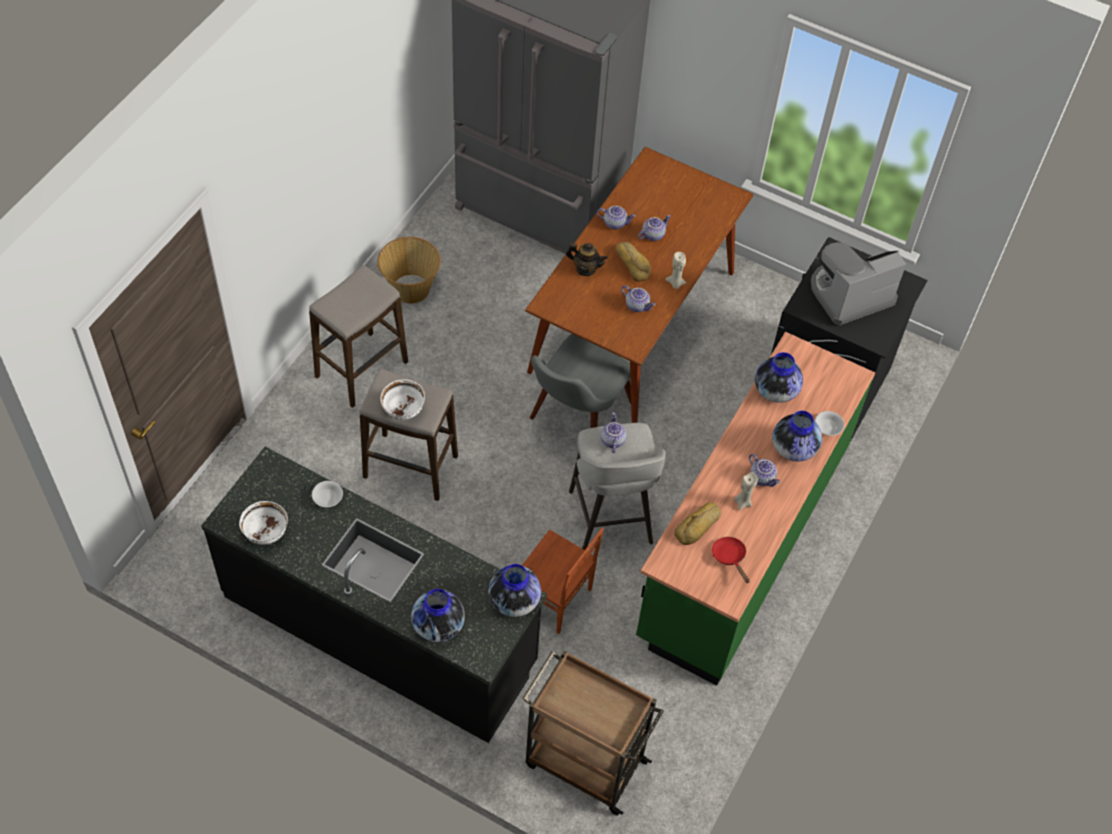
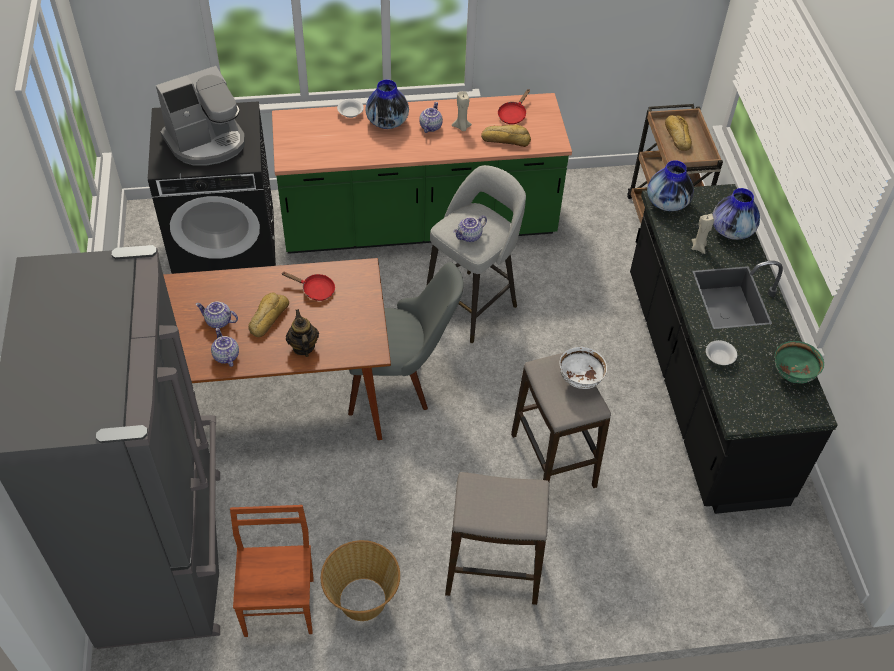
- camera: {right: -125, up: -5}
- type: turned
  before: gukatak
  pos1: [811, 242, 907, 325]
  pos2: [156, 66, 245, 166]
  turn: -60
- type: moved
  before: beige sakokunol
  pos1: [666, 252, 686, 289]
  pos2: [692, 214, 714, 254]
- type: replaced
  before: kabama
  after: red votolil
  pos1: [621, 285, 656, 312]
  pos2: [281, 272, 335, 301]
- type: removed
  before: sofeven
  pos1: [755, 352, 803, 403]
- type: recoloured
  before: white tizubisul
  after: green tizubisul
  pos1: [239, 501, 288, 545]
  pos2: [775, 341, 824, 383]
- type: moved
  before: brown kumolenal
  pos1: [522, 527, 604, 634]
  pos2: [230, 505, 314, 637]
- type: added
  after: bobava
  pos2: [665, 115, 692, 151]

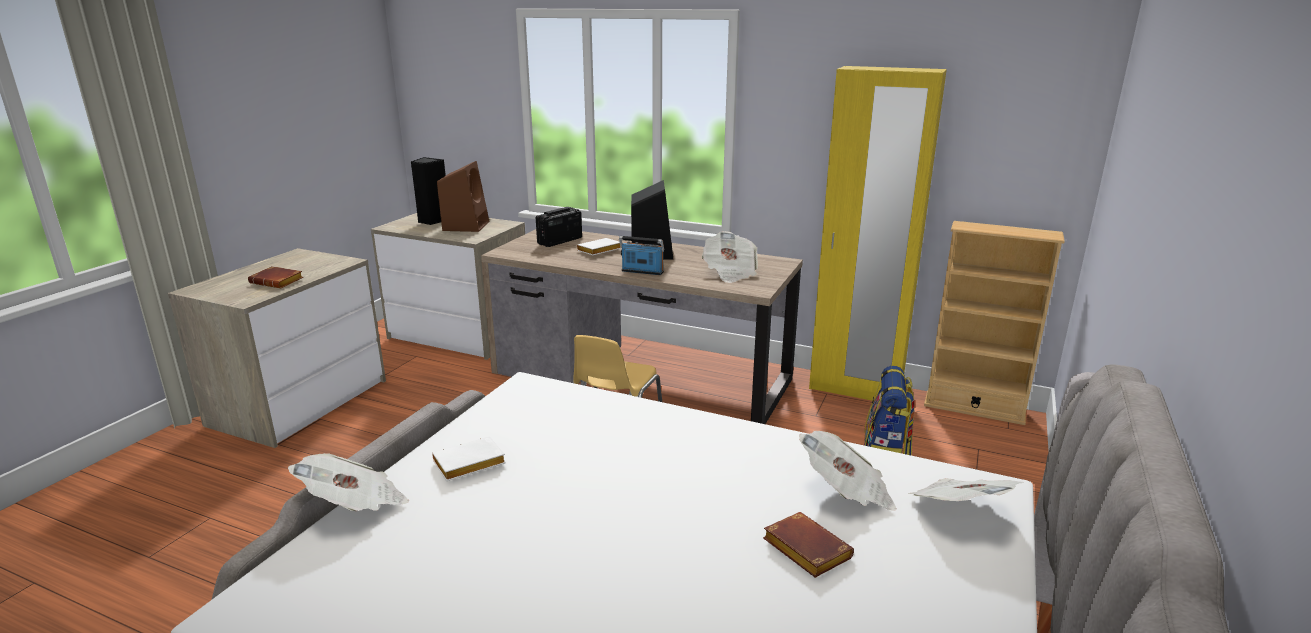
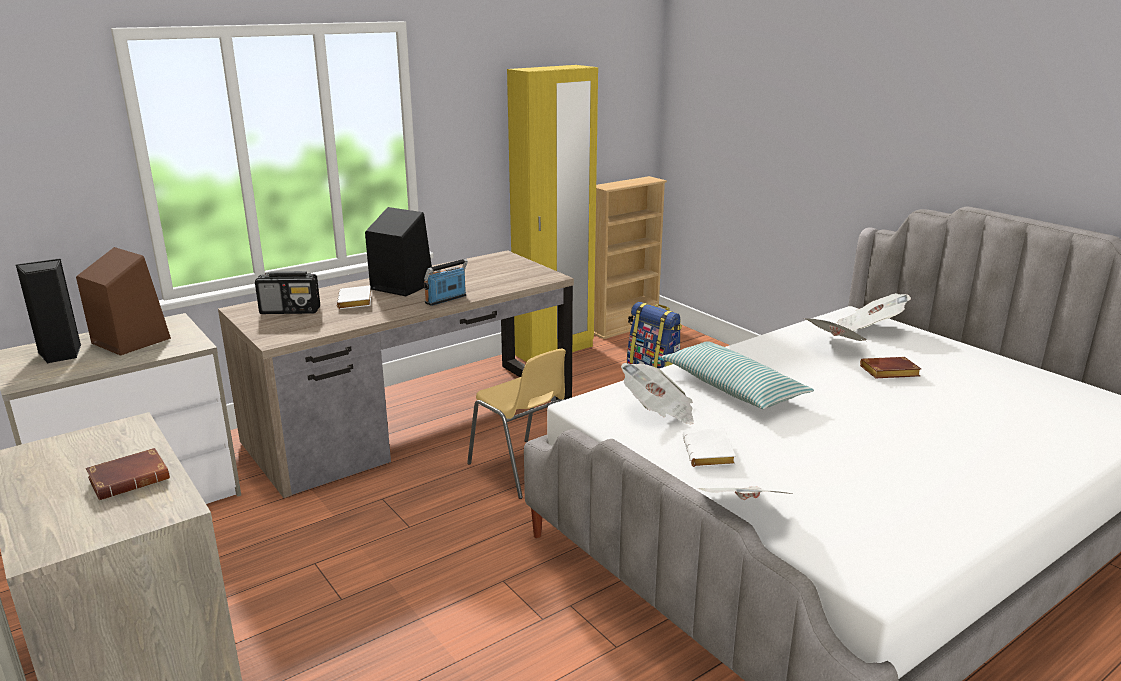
- camera: {right: -60, up: 0}
- type: turned
  before: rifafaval
  pos1: [536, 207, 582, 247]
  pos2: [255, 271, 320, 314]
  turn: -75
- type: moved
  before: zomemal
  pos1: [702, 231, 758, 283]
  pos2: [621, 363, 694, 424]
- type: added
  after: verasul
  pos2: [661, 341, 814, 409]

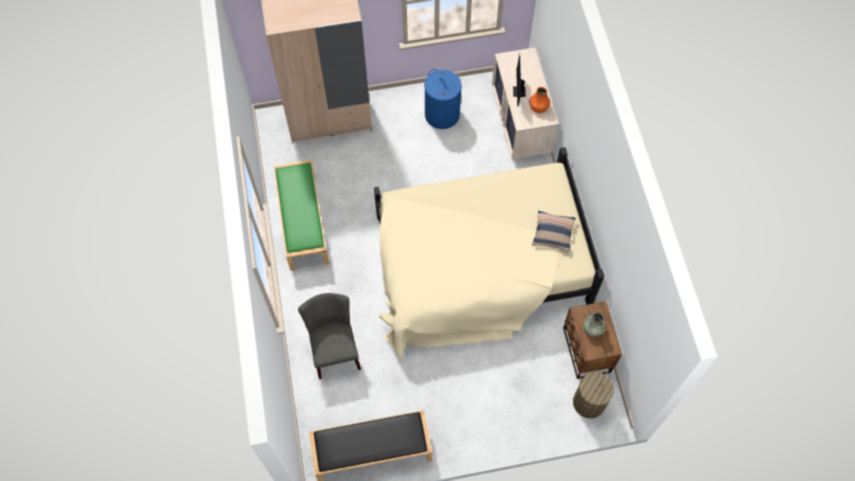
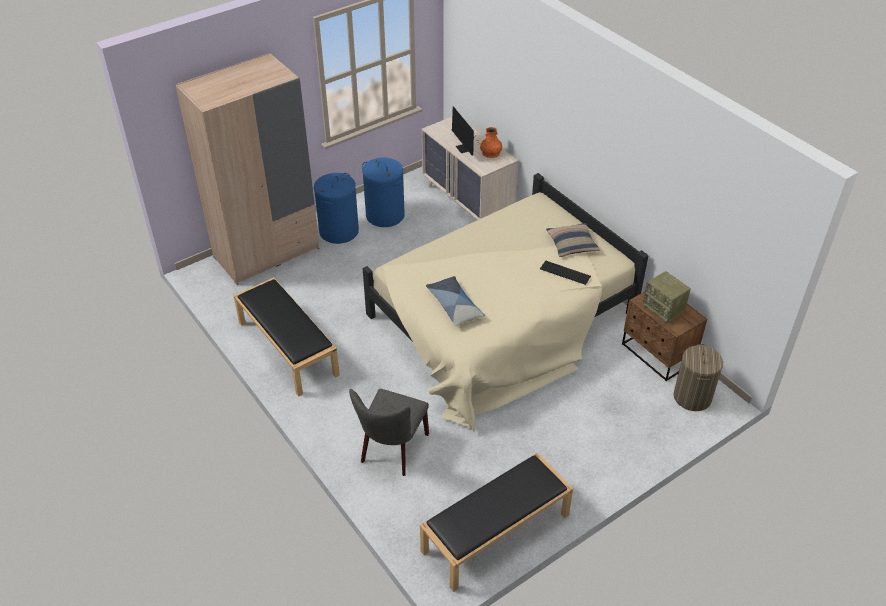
- camera: {right: -25, up: -20}
- type: recoloured
  before: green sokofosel
  after: black sokofosel
  pos1: [273, 160, 329, 271]
  pos2: [233, 278, 340, 396]
- type: turned
  before: grey kumolenal
  pos1: [298, 293, 361, 379]
  pos2: [349, 389, 429, 476]
  turn: -120
- type: replaced
  before: grey sofeven
  after: rifafaval
  pos1: [583, 312, 606, 337]
  pos2: [643, 271, 691, 323]
- type: added
  after: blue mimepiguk
  pos2: [314, 173, 359, 244]
- type: added
  after: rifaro
  pos2: [540, 261, 591, 285]
- type: added
  after: verasul
  pos2: [426, 276, 485, 327]

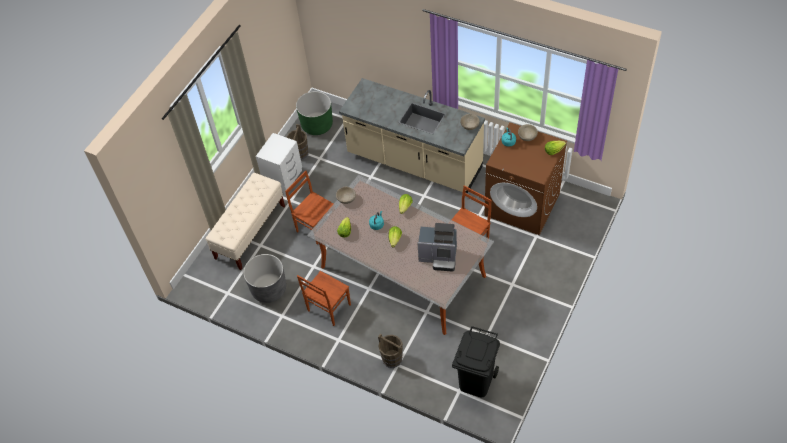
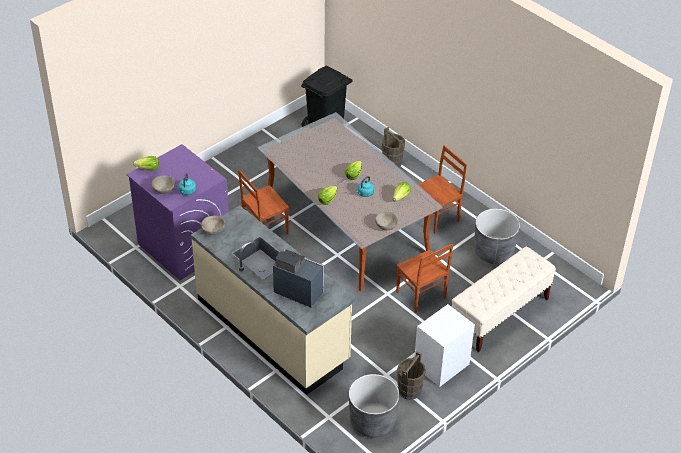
- camera: {right: -165, up: -10}
- type: recoloured
  before: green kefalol
  after: grey kefalol
  pos1: [296, 91, 333, 135]
  pos2: [349, 374, 399, 438]
- type: recoloured
  before: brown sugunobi
  after: purple sugunobi
  pos1: [484, 122, 567, 235]
  pos2: [126, 144, 229, 280]
- type: moved
  before: gukatak
  pos1: [417, 223, 457, 271]
  pos2: [273, 250, 324, 307]

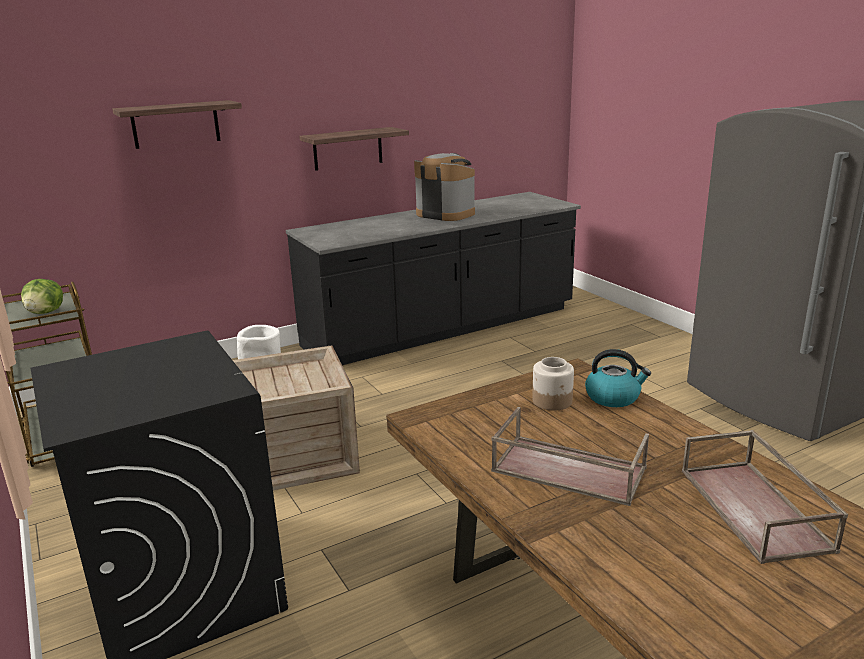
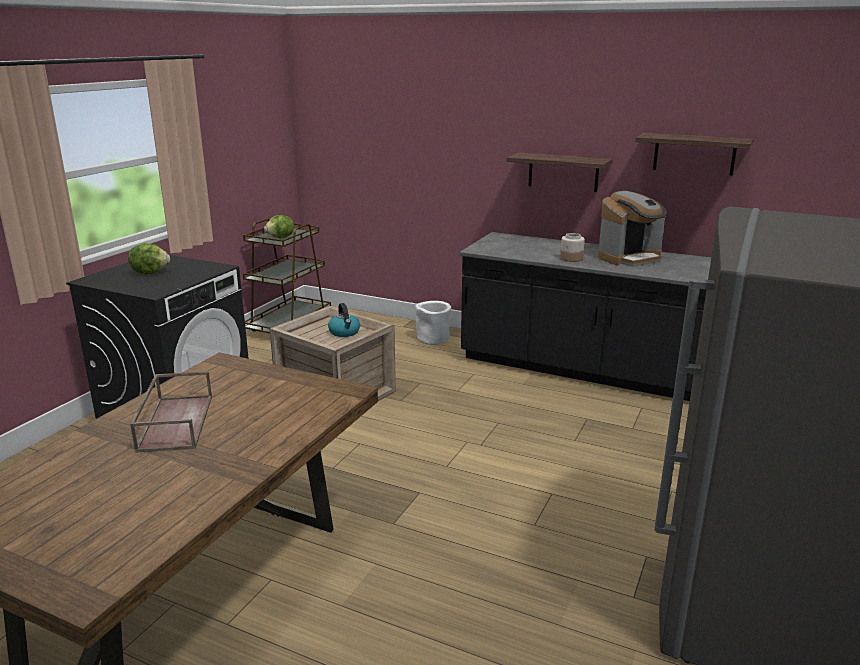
- camera: {right: 55, up: 0}
- type: moved
  before: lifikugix
  pos1: [112, 100, 242, 149]
  pos2: [635, 133, 753, 175]
- type: turned
  before: gukatak
  pos1: [414, 153, 475, 221]
  pos2: [598, 191, 667, 267]
  turn: 60
- type: moved
  before: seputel
  pos1: [585, 349, 651, 407]
  pos2: [328, 303, 360, 337]
- type: moved
  before: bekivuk
  pos1: [532, 357, 574, 410]
  pos2: [560, 233, 585, 262]
- type: removed
  before: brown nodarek
  pos1: [682, 430, 848, 564]
- type: added
  after: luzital
  pos2: [128, 243, 170, 275]

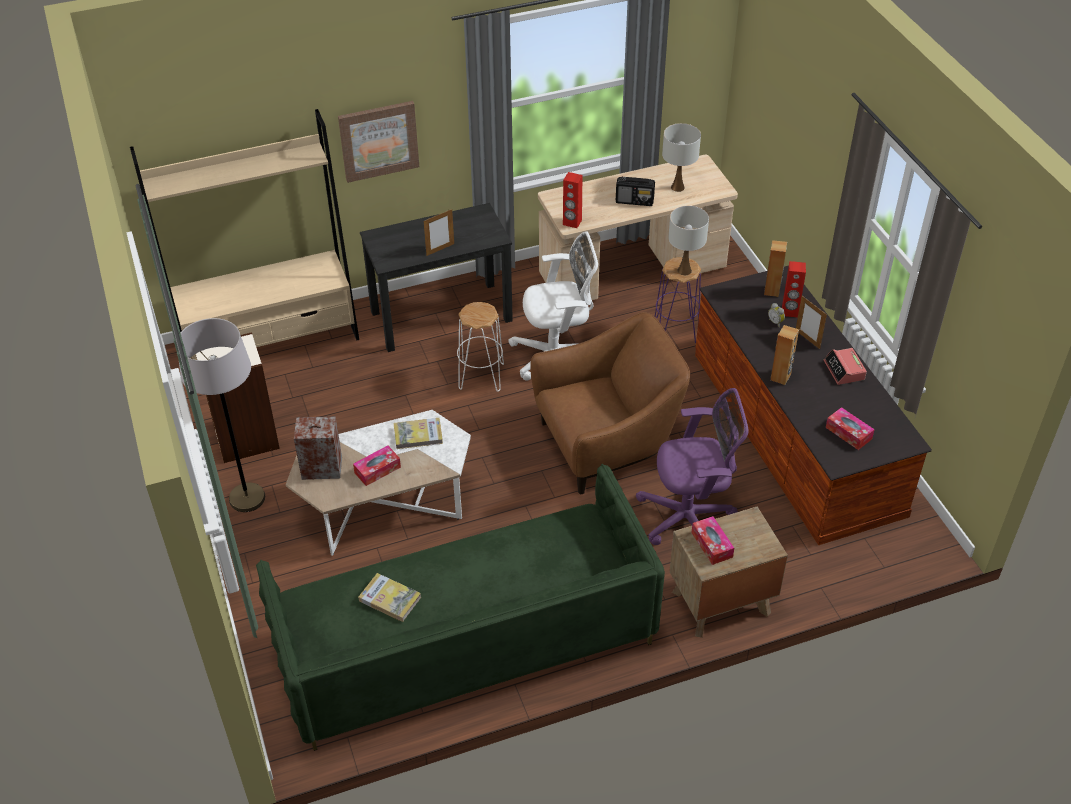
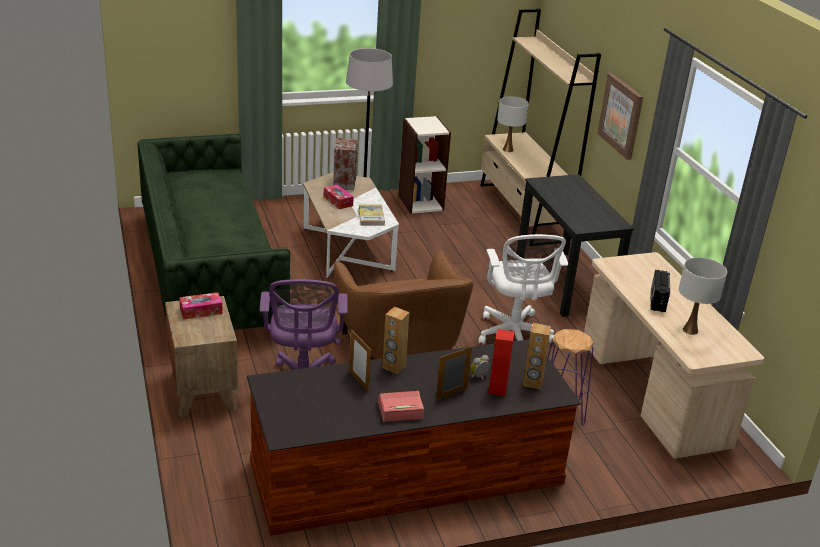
- camera: {right: 90, up: -15}
- type: removed
  before: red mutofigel
  pos1: [563, 172, 582, 228]
- type: moved
  before: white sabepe
  pos1: [668, 206, 709, 275]
  pos2: [497, 96, 529, 152]
- type: moved
  before: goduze
  pos1: [424, 209, 454, 256]
  pos2: [349, 330, 371, 392]
- type: removed
  before: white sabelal
  pos1: [457, 302, 504, 392]
- type: removed
  before: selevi
  pos1: [826, 407, 875, 450]
- type: removed
  before: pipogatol
  pos1: [358, 573, 421, 622]

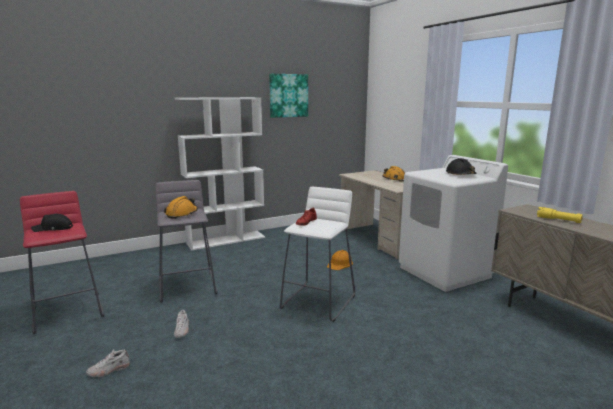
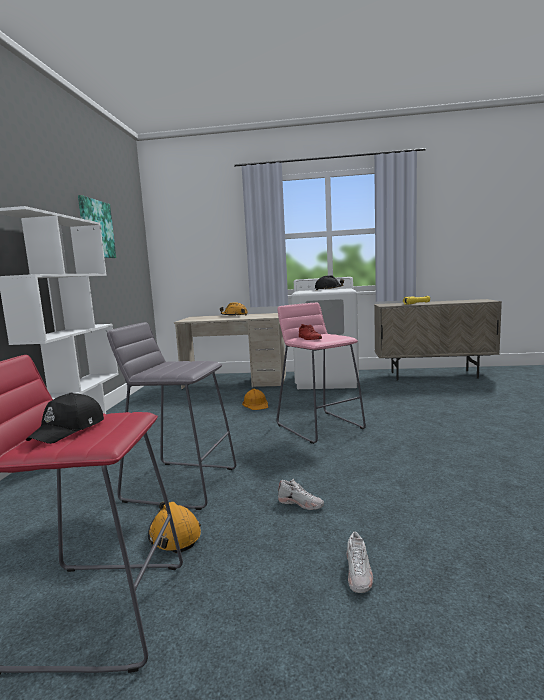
- camera: {right: -55, up: -5}
- type: recoloured
  before: white sabelal
  after: pink sabelal
  pos1: [280, 187, 355, 322]
  pos2: [277, 303, 366, 444]
- type: moved
  before: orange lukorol
  pos1: [164, 196, 198, 219]
  pos2: [148, 502, 201, 553]

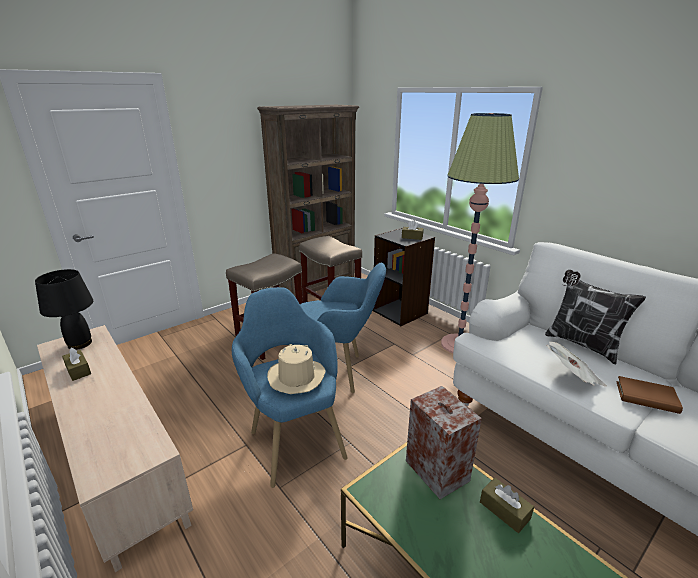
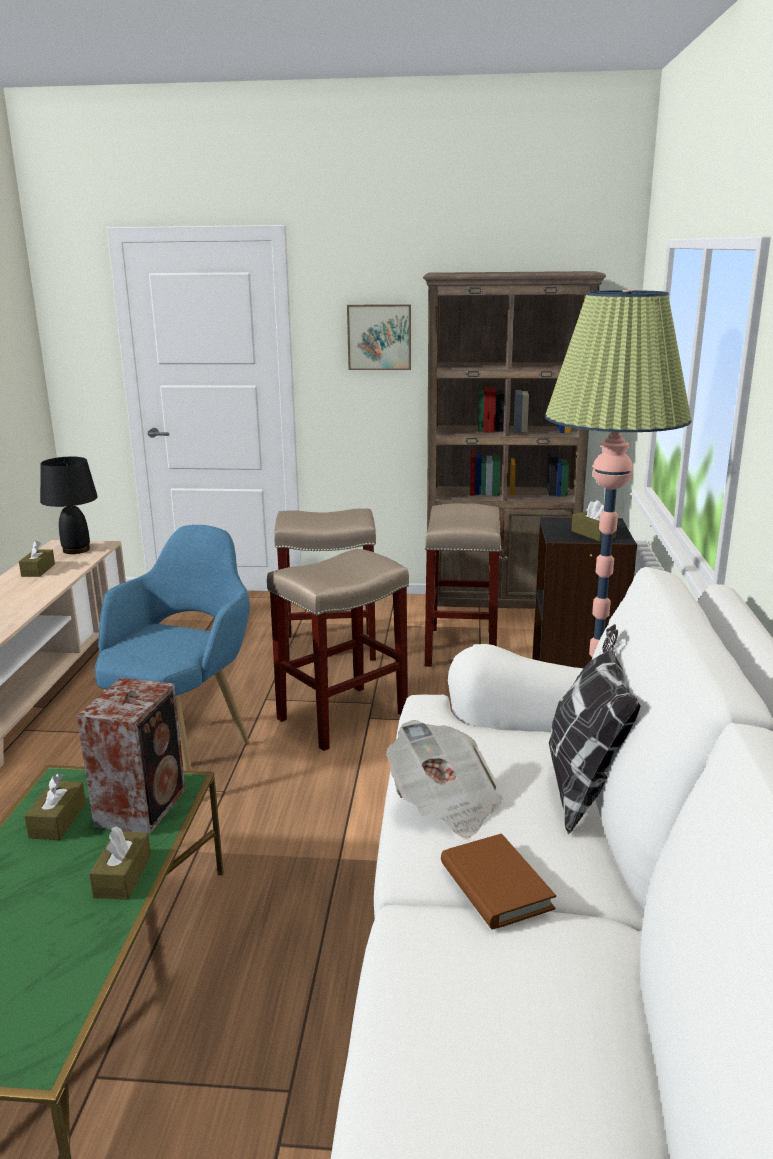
- camera: {right: 45, up: -5}
- type: replaced
  before: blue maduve
  after: beige sabelal
  pos1: [300, 263, 386, 393]
  pos2: [267, 549, 409, 751]
- type: removed
  before: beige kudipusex
  pos1: [267, 344, 326, 394]
- type: added
  after: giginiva
  pos2: [347, 304, 411, 370]
- type: added
  after: brown selevi
  pos2: [24, 773, 86, 840]

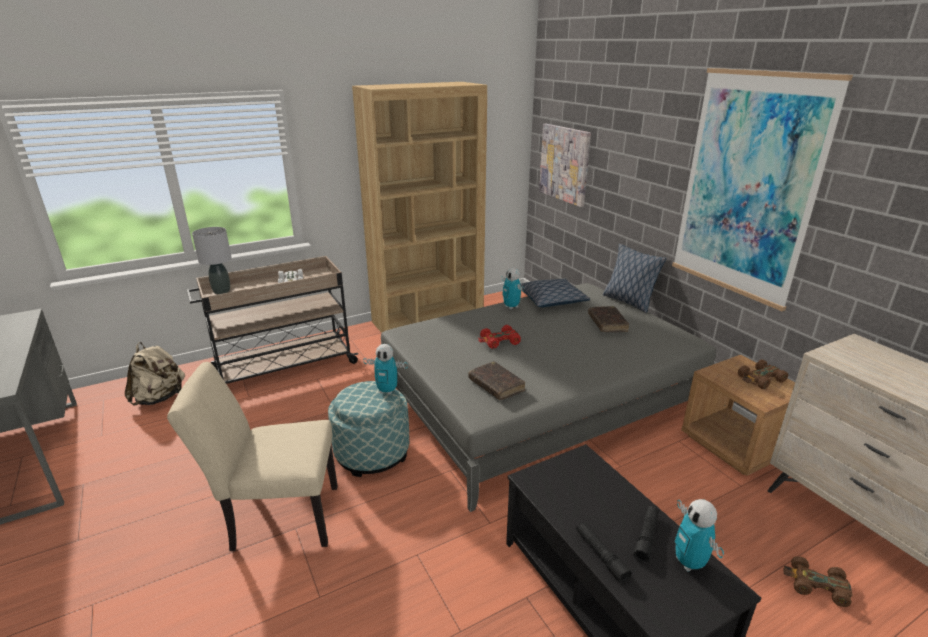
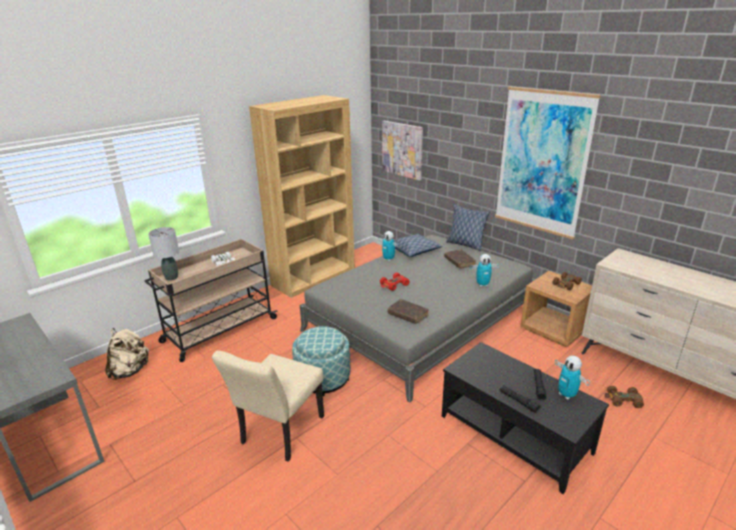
- camera: {right: -15, up: 0}
- type: moved
  before: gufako
  pos1: [363, 344, 408, 395]
  pos2: [470, 254, 499, 287]
- type: turned
  before: beige kumolenal
  pos1: [167, 362, 338, 551]
  pos2: [212, 350, 324, 462]
  turn: -45

